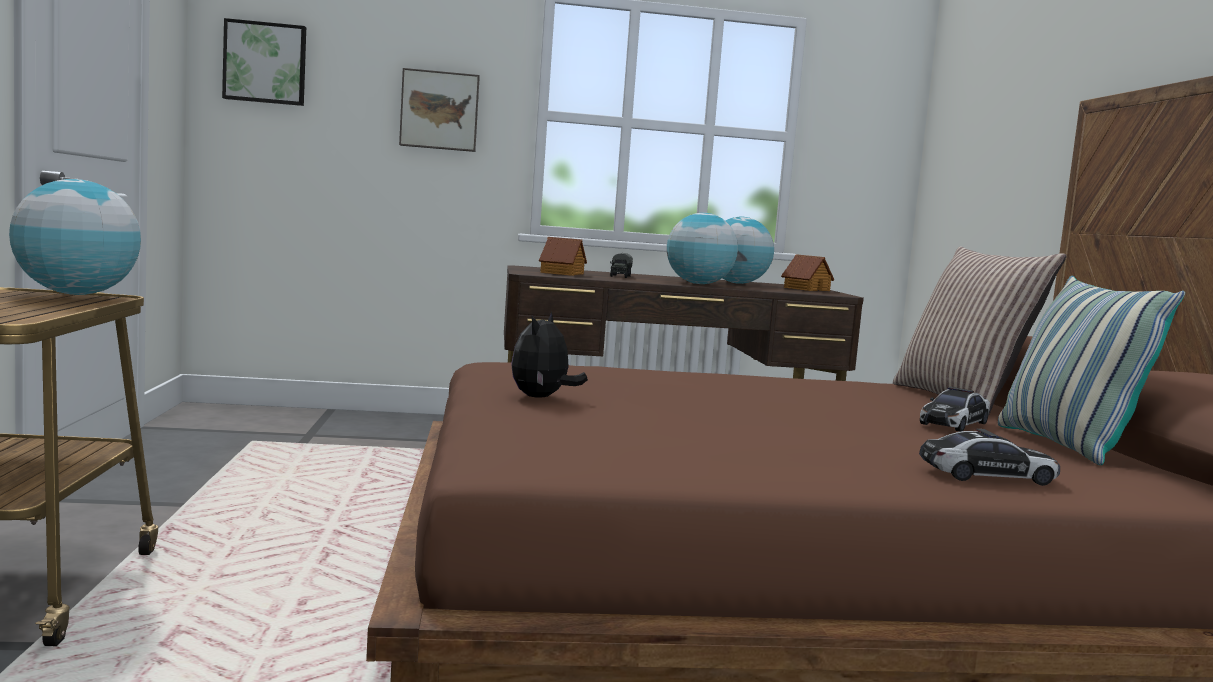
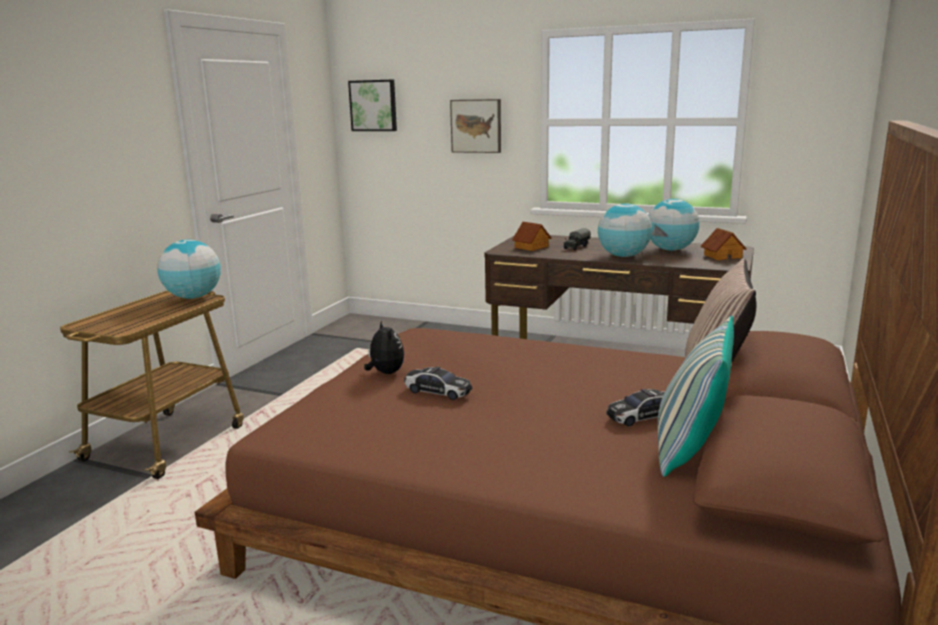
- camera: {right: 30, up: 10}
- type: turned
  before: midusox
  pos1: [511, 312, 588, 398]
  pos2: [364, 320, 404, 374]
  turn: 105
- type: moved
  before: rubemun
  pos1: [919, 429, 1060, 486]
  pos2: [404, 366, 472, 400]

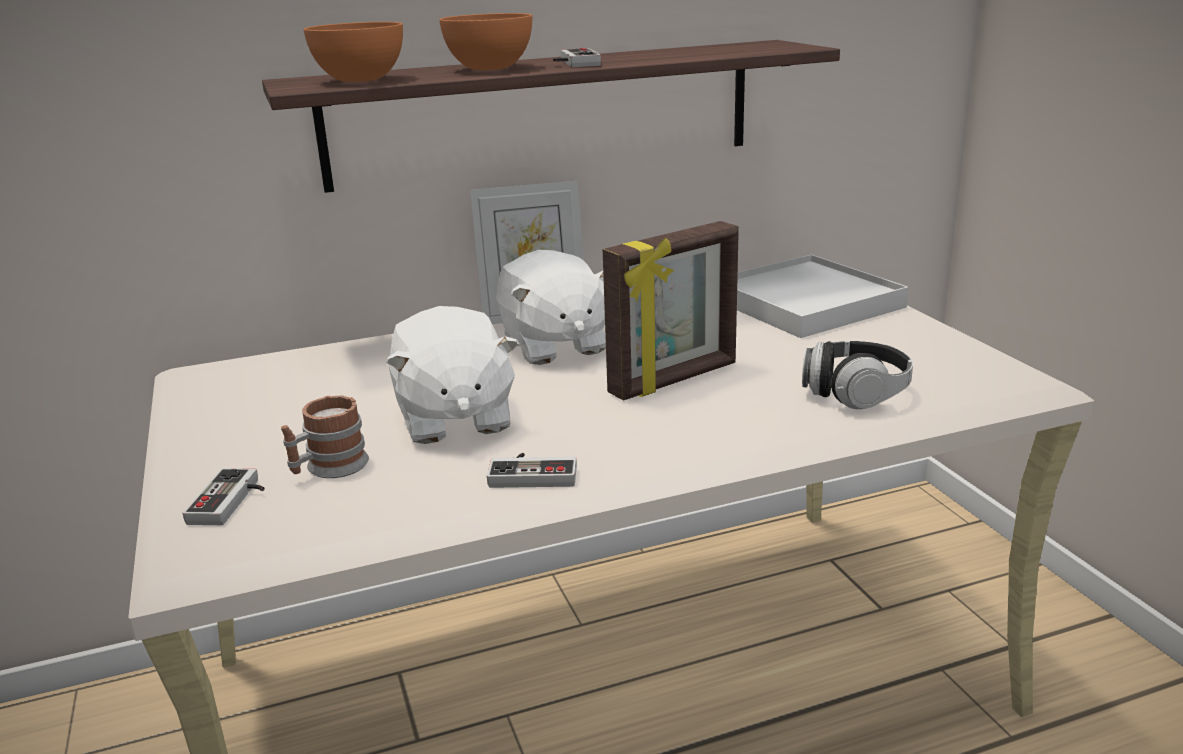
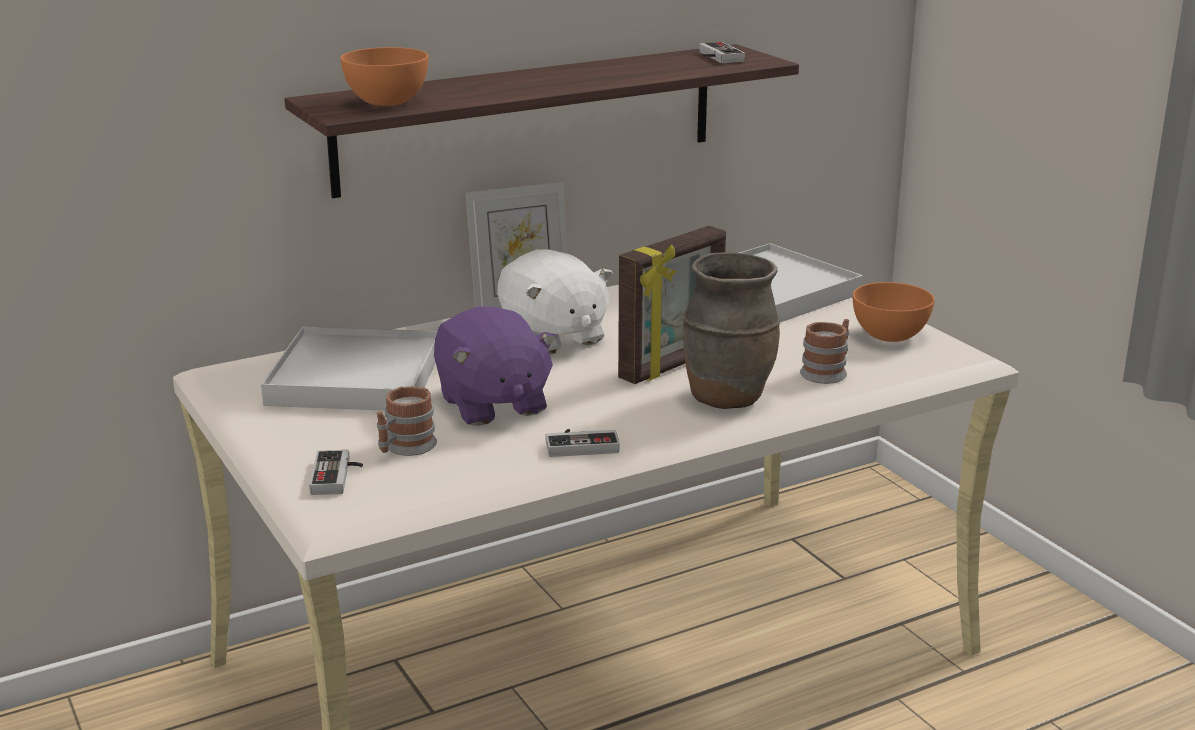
- camera: {right: -10, up: 0}
- type: moved
  before: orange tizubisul
  pos1: [439, 13, 532, 70]
  pos2: [853, 282, 934, 342]
- type: moved
  before: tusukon
  pos1: [553, 48, 601, 67]
  pos2: [699, 42, 745, 63]
- type: recoloured
  before: white midusox
  after: purple midusox
  pos1: [386, 306, 519, 444]
  pos2: [434, 306, 557, 426]
- type: replaced
  before: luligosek
  after: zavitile
  pos1: [802, 341, 913, 409]
  pos2: [800, 319, 849, 384]
- type: added
  after: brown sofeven
  pos2: [682, 252, 780, 409]
- type: added
  after: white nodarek
  pos2: [261, 327, 437, 411]

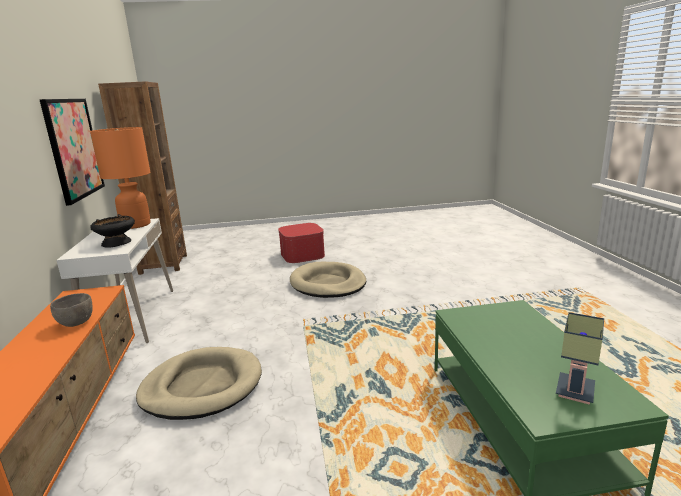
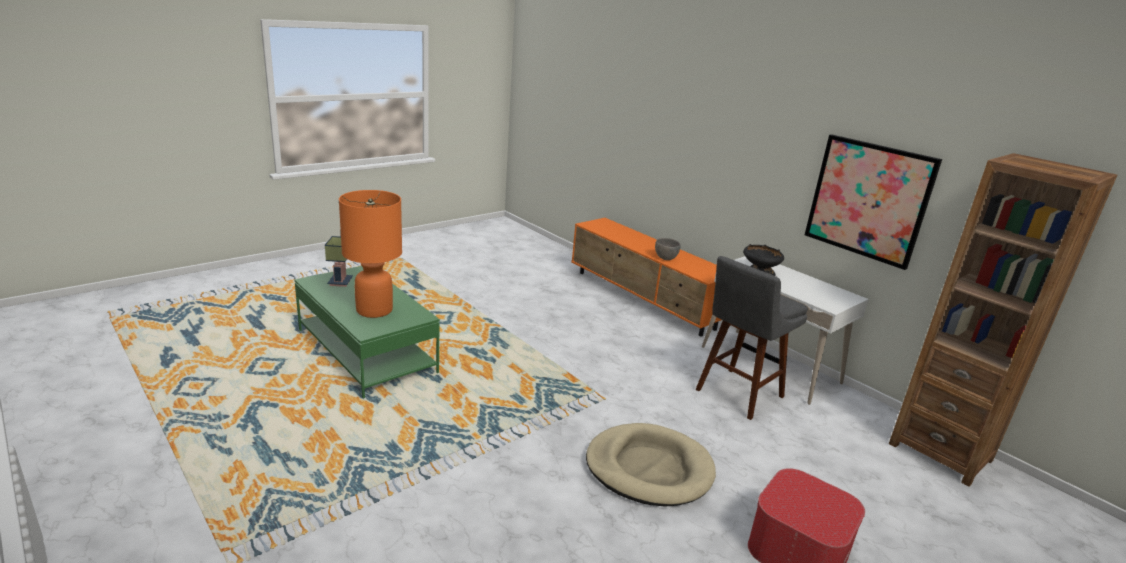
- camera: {right: 145, up: 5}
- type: moved
  before: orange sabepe
  pos1: [90, 127, 151, 229]
  pos2: [339, 190, 402, 318]
- type: removed
  before: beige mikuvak
  pos1: [136, 347, 262, 420]
- type: added
  after: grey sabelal
  pos2: [696, 256, 808, 420]

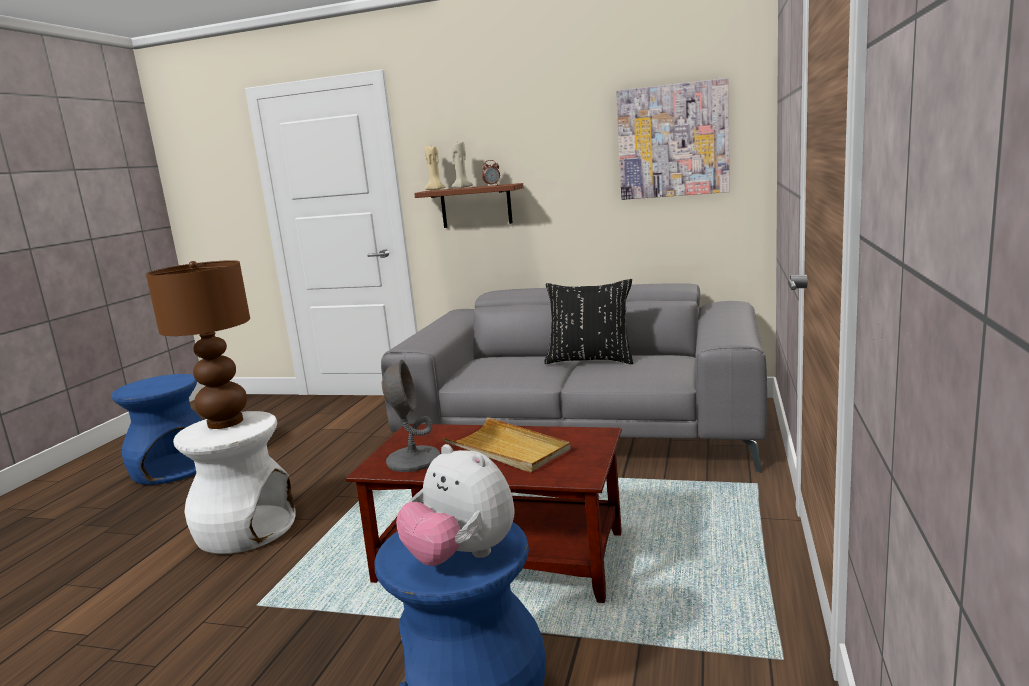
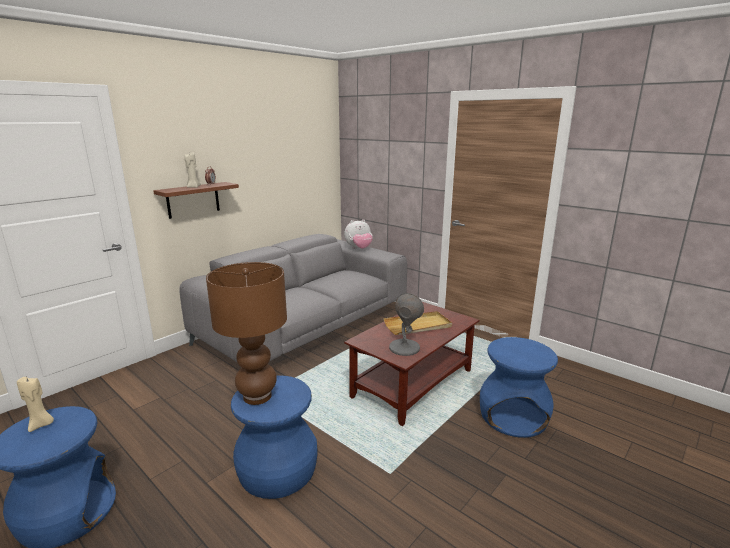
- camera: {right: -65, up: 5}
- type: removed
  before: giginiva
  pos1: [616, 78, 729, 200]
- type: moved
  before: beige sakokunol
  pos1: [425, 145, 446, 190]
  pos2: [17, 376, 54, 432]
- type: removed
  before: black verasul
  pos1: [544, 279, 633, 364]
- type: recoloured
  before: white sabelal
  after: blue sabelal
  pos1: [173, 411, 296, 554]
  pos2: [231, 375, 318, 499]
- type: moved
  before: midusox
  pos1: [396, 444, 514, 566]
  pos2: [344, 219, 373, 249]

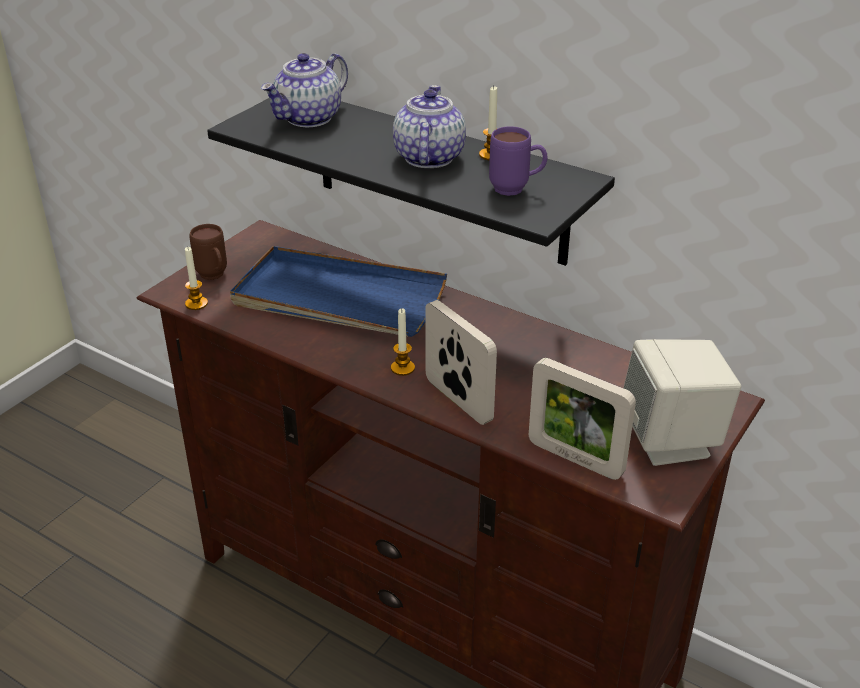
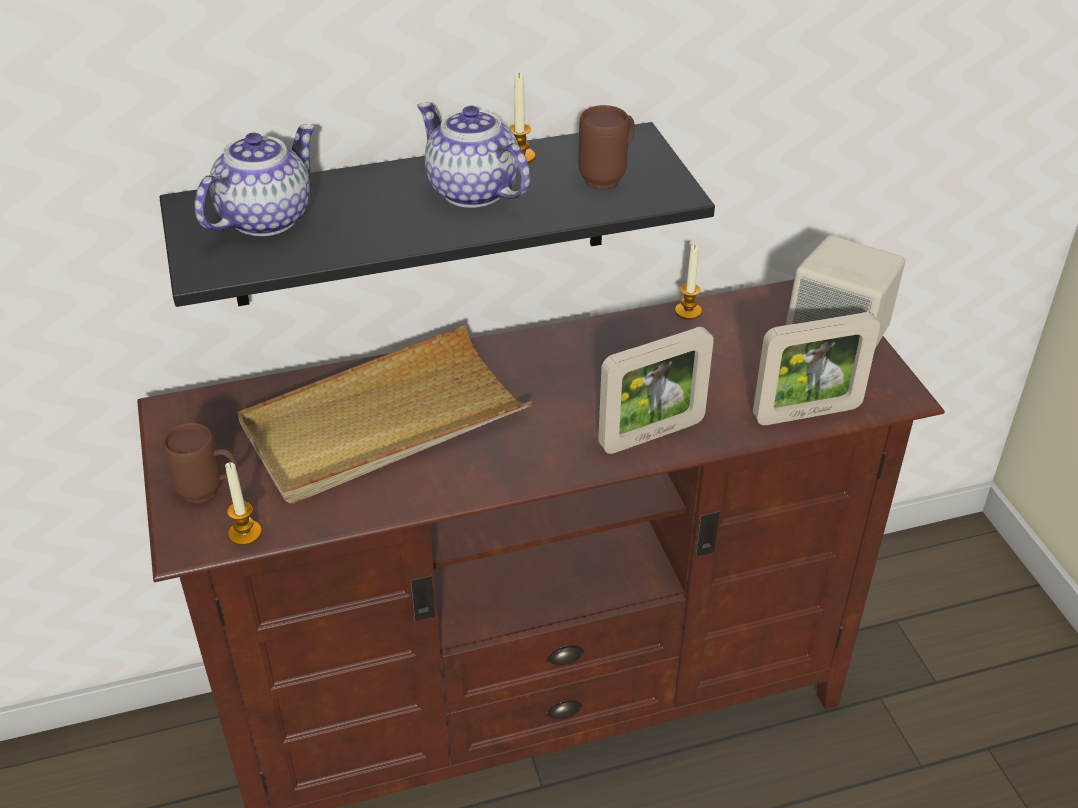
- camera: {right: -50, up: 5}
- type: turned
  before: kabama
  pos1: [261, 53, 348, 127]
  pos2: [195, 124, 316, 236]
  turn: -135
- type: recoloured
  before: purple zavitile
  after: brown zavitile
  pos1: [489, 126, 548, 196]
  pos2: [578, 105, 635, 190]
- type: recoloured
  before: blue nodarek
  after: beige nodarek
  pos1: [230, 246, 447, 337]
  pos2: [237, 325, 532, 503]
- type: turned
  before: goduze
  pos1: [425, 300, 497, 425]
  pos2: [598, 327, 714, 454]
  turn: 150
- type: moved
  before: sakokunol
  pos1: [391, 308, 415, 376]
  pos2: [675, 245, 702, 320]

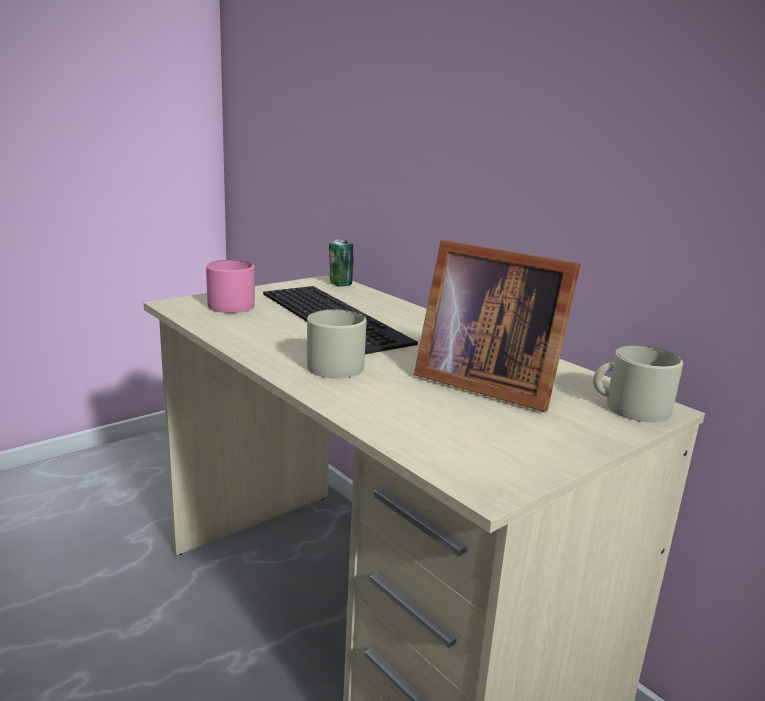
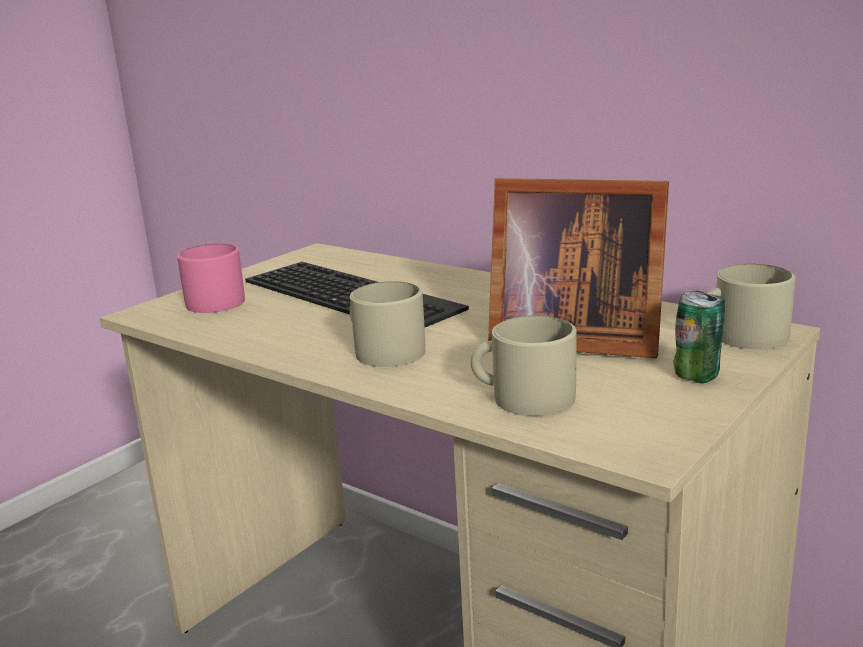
- camera: {right: -10, up: 0}
- type: moved
  before: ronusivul
  pos1: [329, 239, 353, 287]
  pos2: [673, 291, 725, 384]
- type: added
  after: beige zavitile
  pos2: [471, 315, 576, 416]

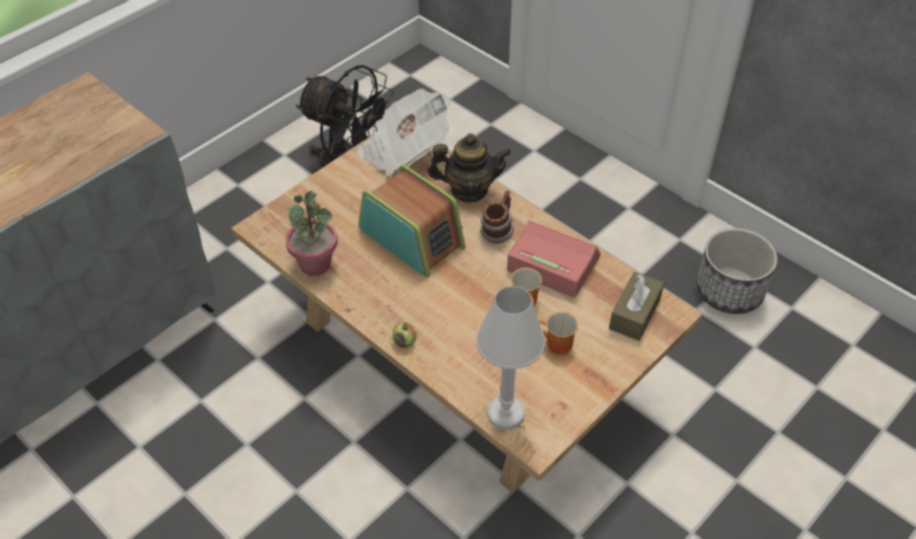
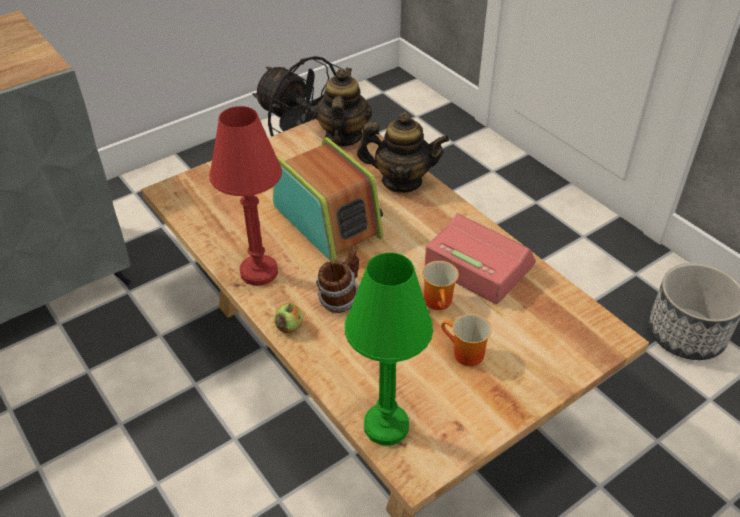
- camera: {right: 10, up: -5}
- type: replaced
  before: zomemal
  after: kabama
  pos1: [358, 89, 451, 176]
  pos2: [314, 68, 372, 147]
- type: removed
  before: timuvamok
  pos1: [285, 190, 337, 276]
- type: moved
  before: zavitile
  pos1: [480, 190, 514, 244]
  pos2: [316, 248, 359, 313]
- type: removed
  before: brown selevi
  pos1: [609, 272, 664, 341]
- type: recoloured
  before: white sabepe
  after: green sabepe
  pos1: [476, 286, 545, 430]
  pos2: [345, 253, 433, 446]
- type: added
  after: red sabepe
  pos2: [209, 106, 282, 286]

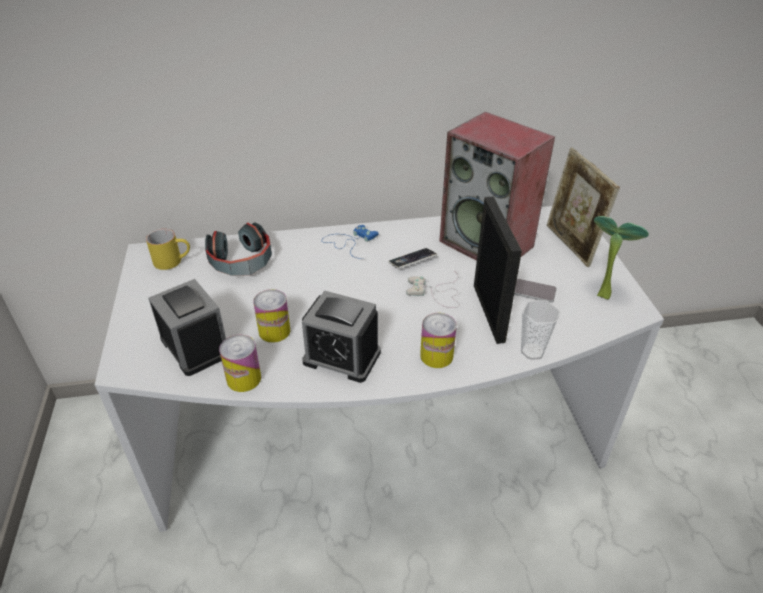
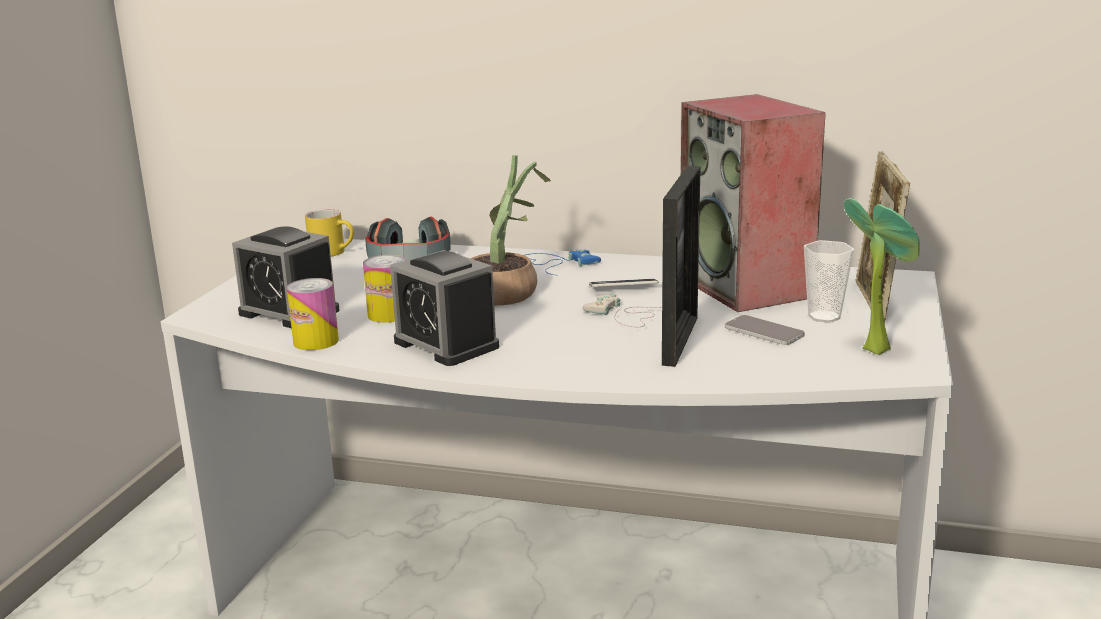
- camera: {right: 25, up: -20}
- type: turned
  before: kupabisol
  pos1: [148, 279, 226, 376]
  pos2: [232, 226, 339, 328]
  turn: 135
- type: moved
  before: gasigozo
  pos1: [521, 300, 560, 360]
  pos2: [804, 240, 854, 323]
- type: removed
  before: ronusivul
  pos1: [420, 313, 457, 368]
- type: added
  after: timuvamok
  pos2: [471, 155, 551, 306]

